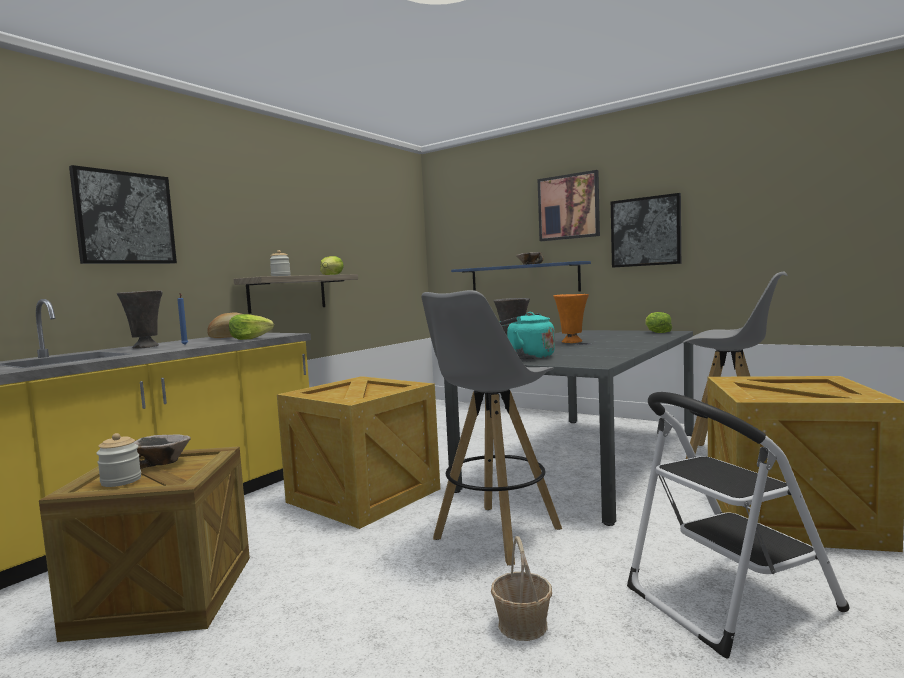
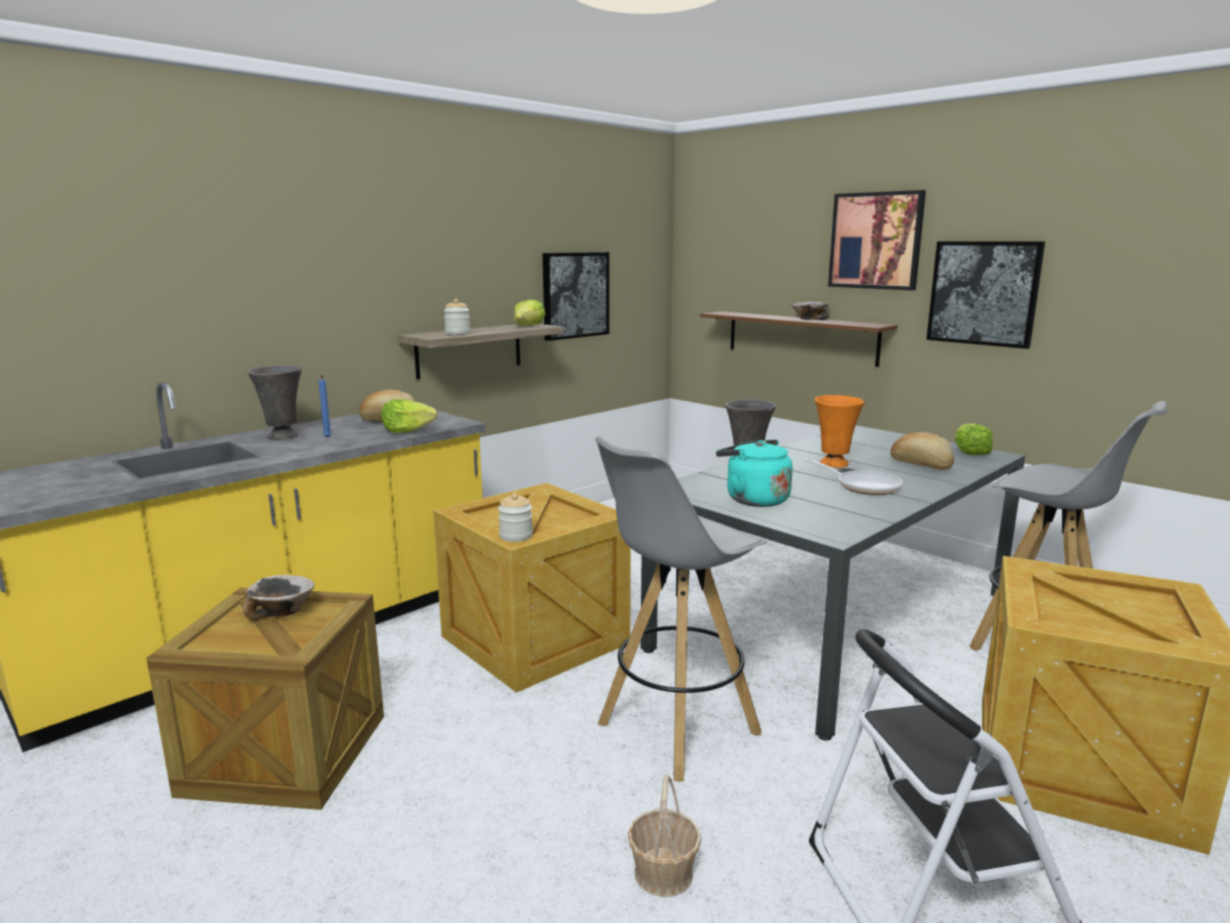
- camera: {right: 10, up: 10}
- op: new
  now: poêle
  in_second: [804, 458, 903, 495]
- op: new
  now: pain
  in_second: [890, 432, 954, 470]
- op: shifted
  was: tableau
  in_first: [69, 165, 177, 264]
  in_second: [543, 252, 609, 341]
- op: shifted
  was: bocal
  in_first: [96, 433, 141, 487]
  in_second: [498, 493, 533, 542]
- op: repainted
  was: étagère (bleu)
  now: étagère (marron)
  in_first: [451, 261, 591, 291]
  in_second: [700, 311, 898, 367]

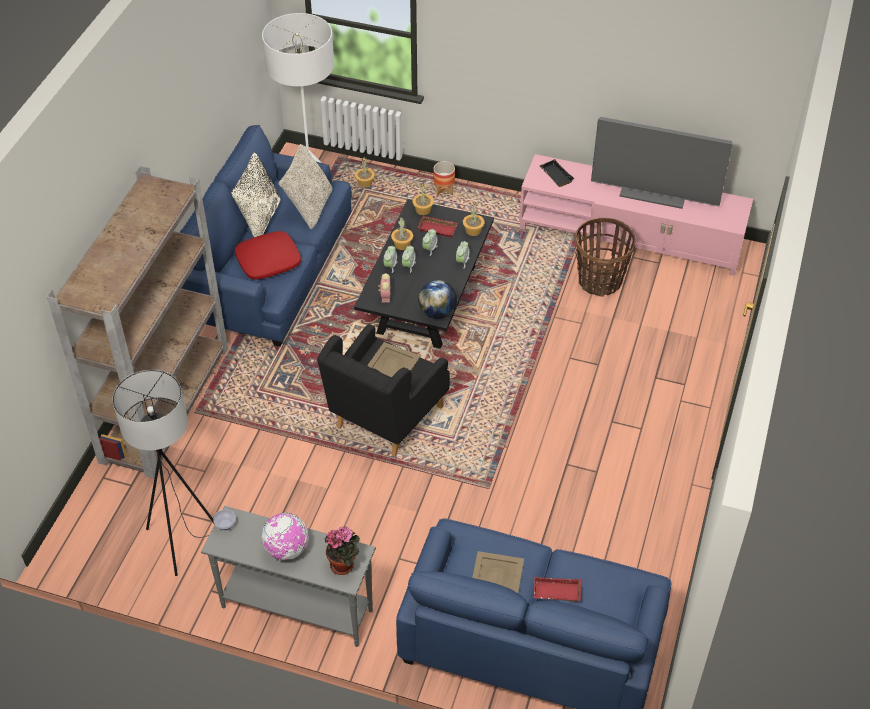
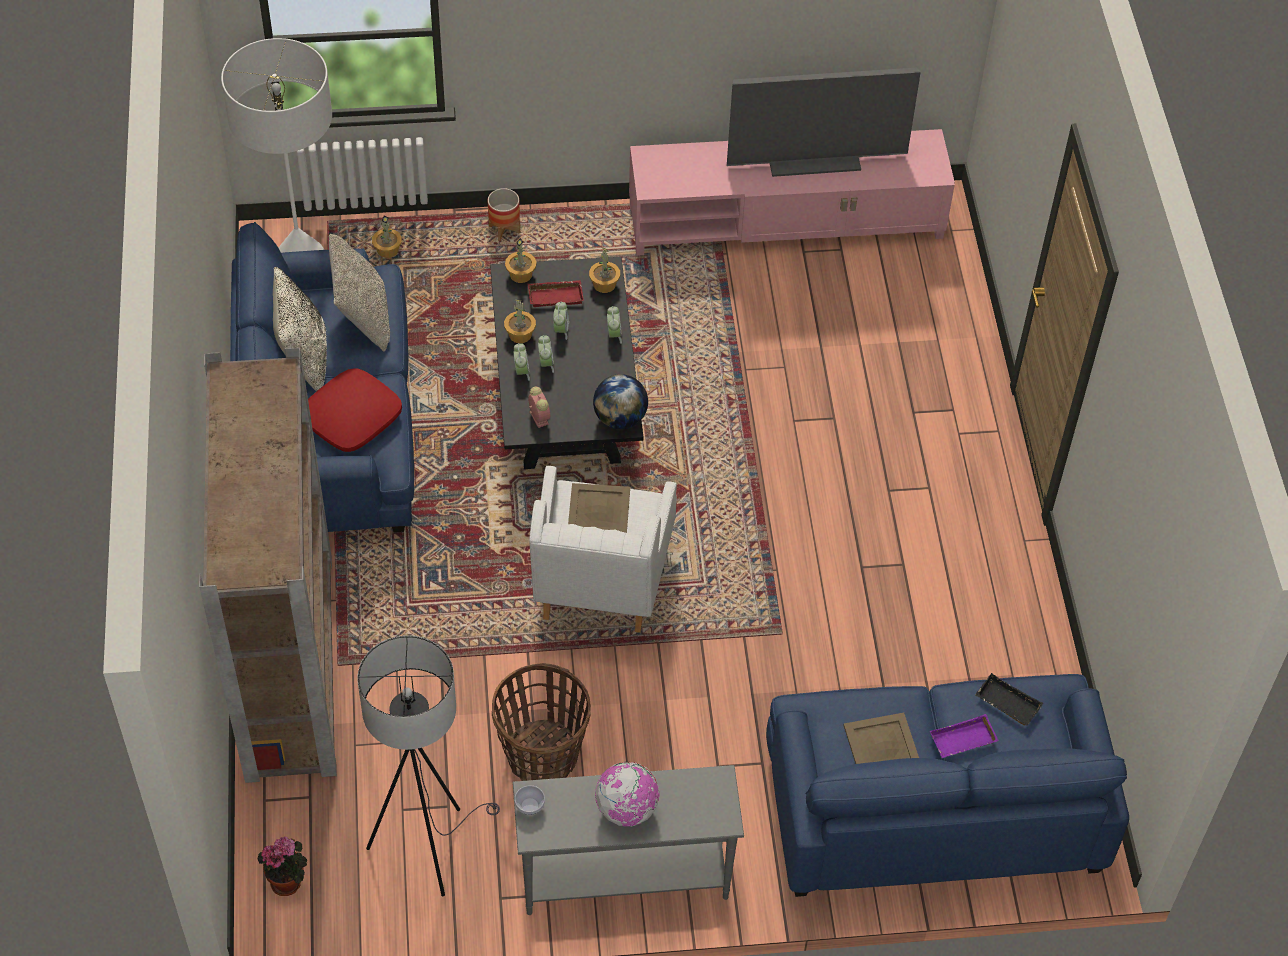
- camera: {right: -25, up: 5}
- op: shifted
  was: plante en pot
  in_first: [325, 527, 360, 575]
  in_second: [257, 837, 307, 896]
- op: shifted
  was: plateau (noir)
  in_first: [540, 159, 575, 187]
  in_second: [975, 673, 1043, 726]
- op: shifted
  was: panier
  in_first: [574, 218, 636, 297]
  in_second: [492, 663, 591, 781]
- op: repainted
  was: fauteuil (noir)
  now: fauteuil (blanc)
  in_first: [317, 324, 450, 456]
  in_second: [529, 466, 677, 633]
- op: repainted
  was: plateau (rouge)
  now: plateau (violet)
  in_first: [534, 577, 581, 602]
  in_second: [930, 714, 999, 758]

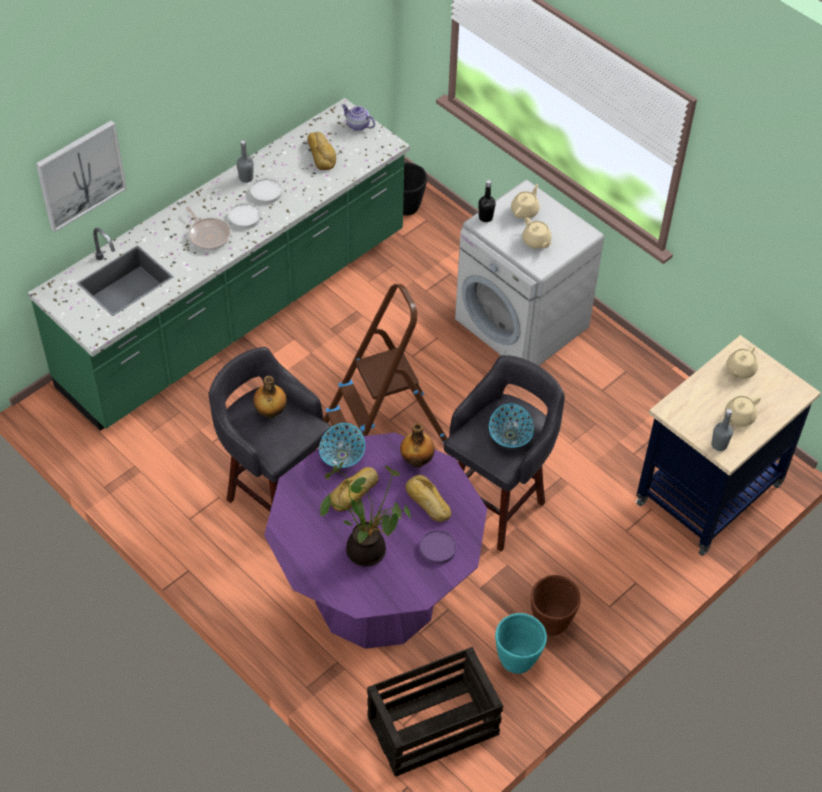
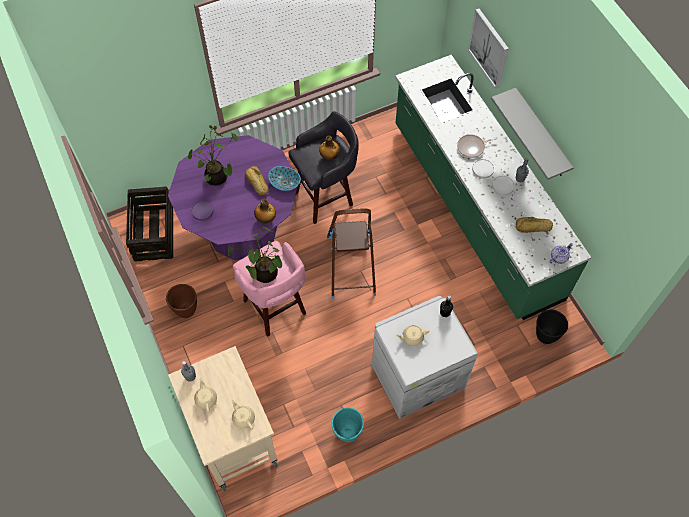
- camera: {right: 110, up: 10}
- op: gone
  was: pain
  in_first: [405, 475, 451, 522]
- op: gone
  was: théière (beige)
  in_first: [511, 184, 540, 218]
- op: new
  now: étagère (gris)
  in_second: [491, 88, 573, 180]
- op: shifted
  was: cache-pot (turquoise)
  in_first: [495, 613, 547, 674]
  in_second: [332, 407, 364, 442]
- op: swapped
  was: bol
  now: plante en pot
  in_first: [489, 403, 534, 448]
  in_second: [228, 226, 282, 283]
- op: repainted
  was: tabouret (gris)
  now: tabouret (rose)
  in_first: [444, 355, 565, 551]
  in_second: [233, 241, 306, 337]
- op: repainted
  was: chariot (bleu)
  now: chariot (beige)
  in_first: [636, 335, 821, 556]
  in_second: [168, 346, 278, 491]

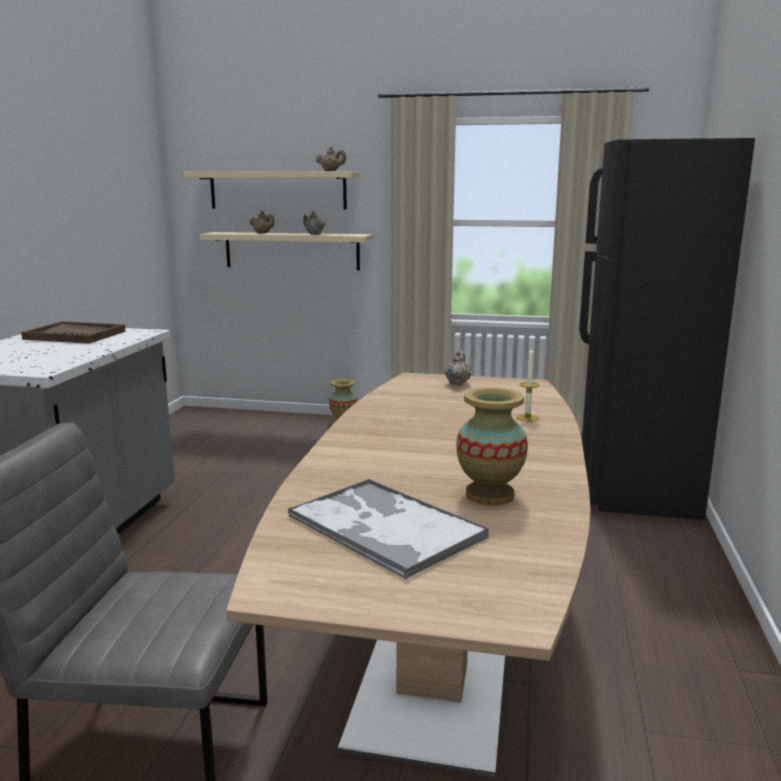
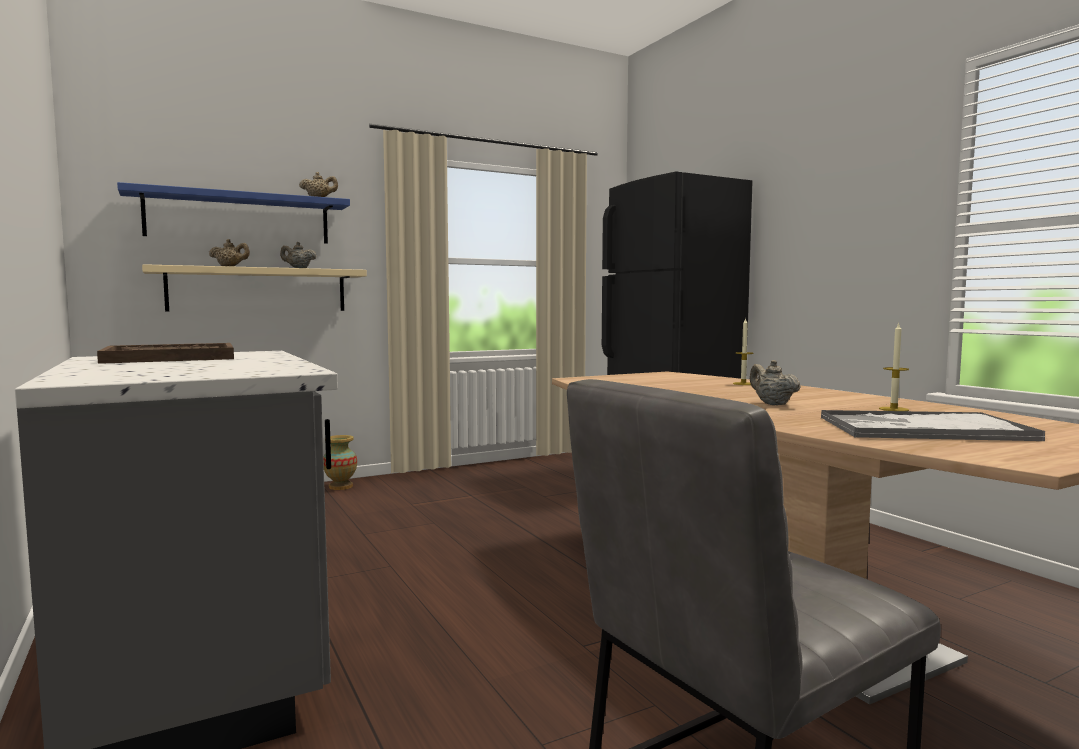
- camera: {right: -40, up: -10}
- op: shifted
  was: théière (beige)
  in_first: [445, 351, 471, 385]
  in_second: [750, 360, 801, 405]
- op: swapped
  was: vase
  now: bougie
  in_first: [457, 387, 528, 506]
  in_second: [879, 322, 909, 411]
- op: repainted
  was: étagère (beige)
  now: étagère (bleu)
  in_first: [183, 171, 359, 210]
  in_second: [117, 182, 350, 244]

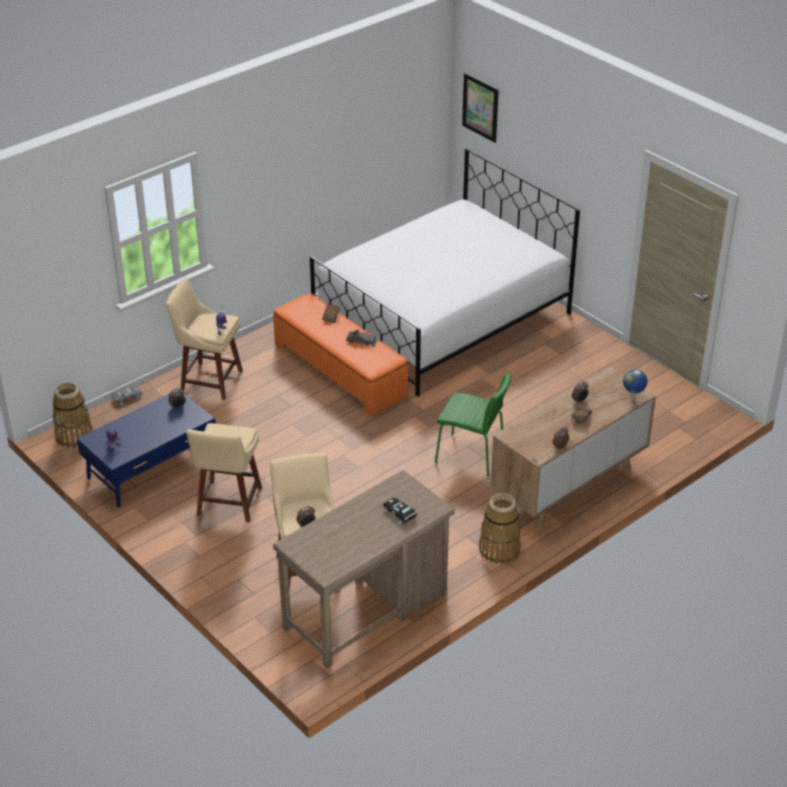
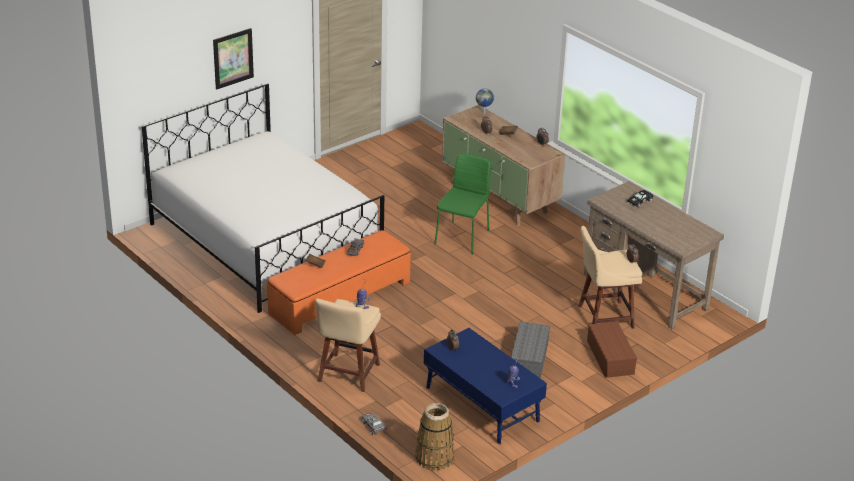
- camera: {right: -90, up: -5}
- op: gone
  was: panier
  in_first: [479, 493, 521, 564]
- op: new
  now: boîte de rangement (marron)
  in_second: [587, 321, 637, 378]
- op: shifted
  was: tableau
  in_first: [462, 73, 499, 143]
  in_second: [213, 28, 254, 89]
- op: swapped
  was: tabouret (beige)
  now: boîte de rangement (gris)
  in_first: [186, 423, 262, 522]
  in_second: [511, 322, 550, 379]

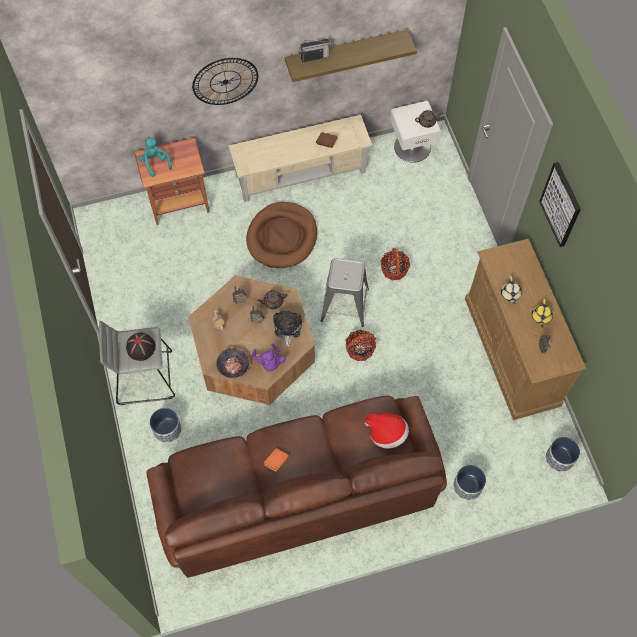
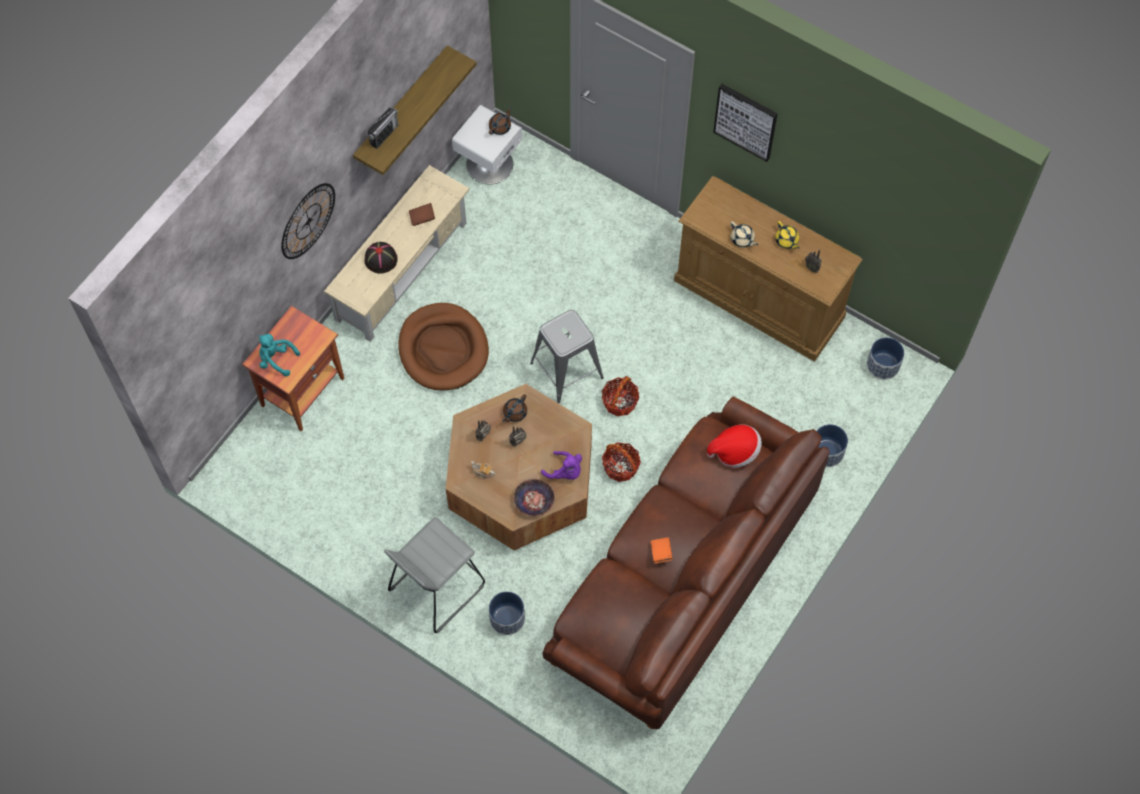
- camera: {right: -40, up: 0}
- op: gone
  was: peluche
  in_first: [273, 310, 302, 347]
- op: shifted
  was: chapeau (noir)
  in_first: [126, 333, 156, 361]
  in_second: [364, 242, 398, 274]
- op: shifted
  was: panier
  in_first: [381, 248, 410, 281]
  in_second: [602, 442, 641, 482]

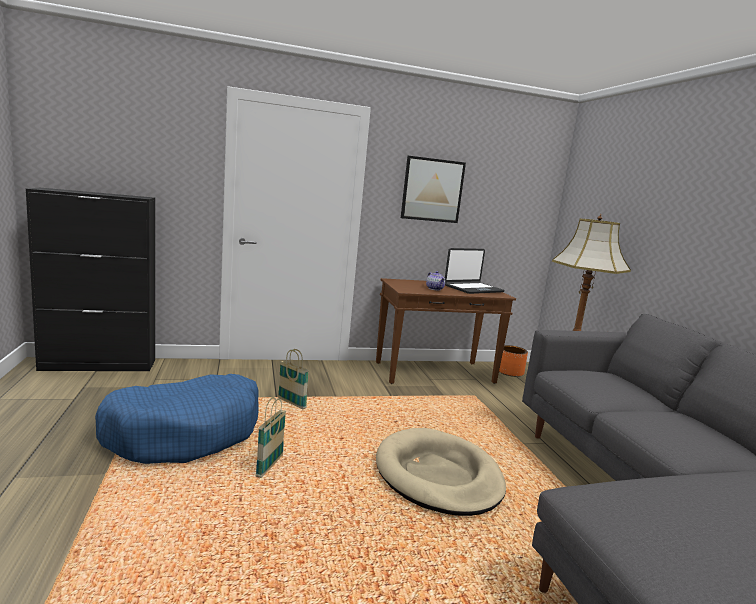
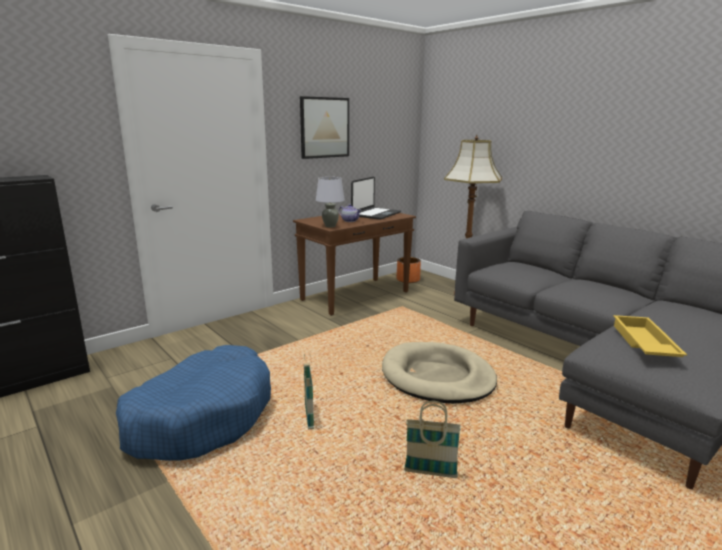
- camera: {right: -25, up: 5}
- op: new
  now: lampe de table (gris)
  in_second: [316, 177, 345, 227]
- op: new
  now: plateau (jaune)
  in_second: [613, 315, 687, 357]
- op: shifted
  was: panier
  in_first: [278, 349, 309, 409]
  in_second: [404, 401, 461, 478]

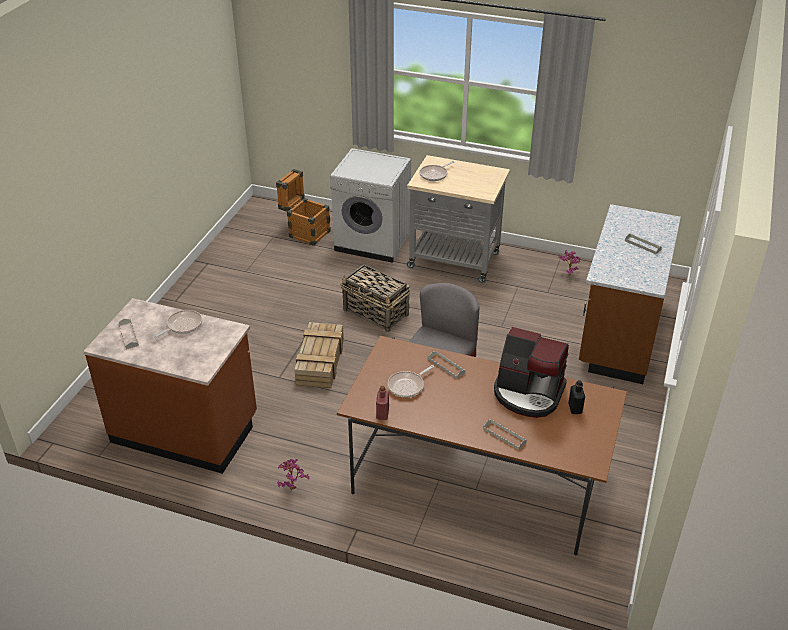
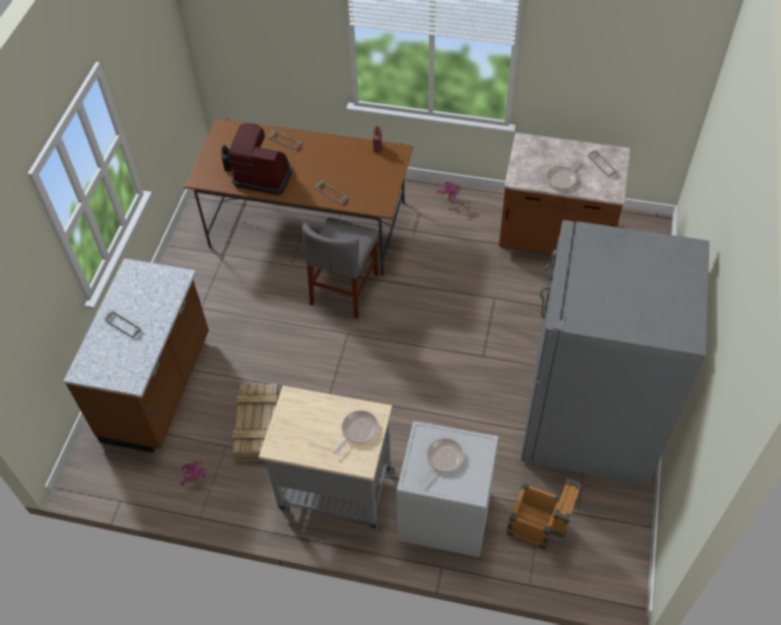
- camera: {right: 175, up: 15}
- op: gone
  was: panier
  in_first: [340, 264, 410, 332]
- op: new
  now: réfrigérateur (gris)
  in_second: [521, 220, 710, 485]
- op: shifted
  was: caisse
  in_first: [294, 322, 344, 388]
  in_second: [232, 384, 279, 462]
- op: shifted
  was: poêle
  in_first: [387, 365, 434, 398]
  in_second: [419, 438, 464, 482]

